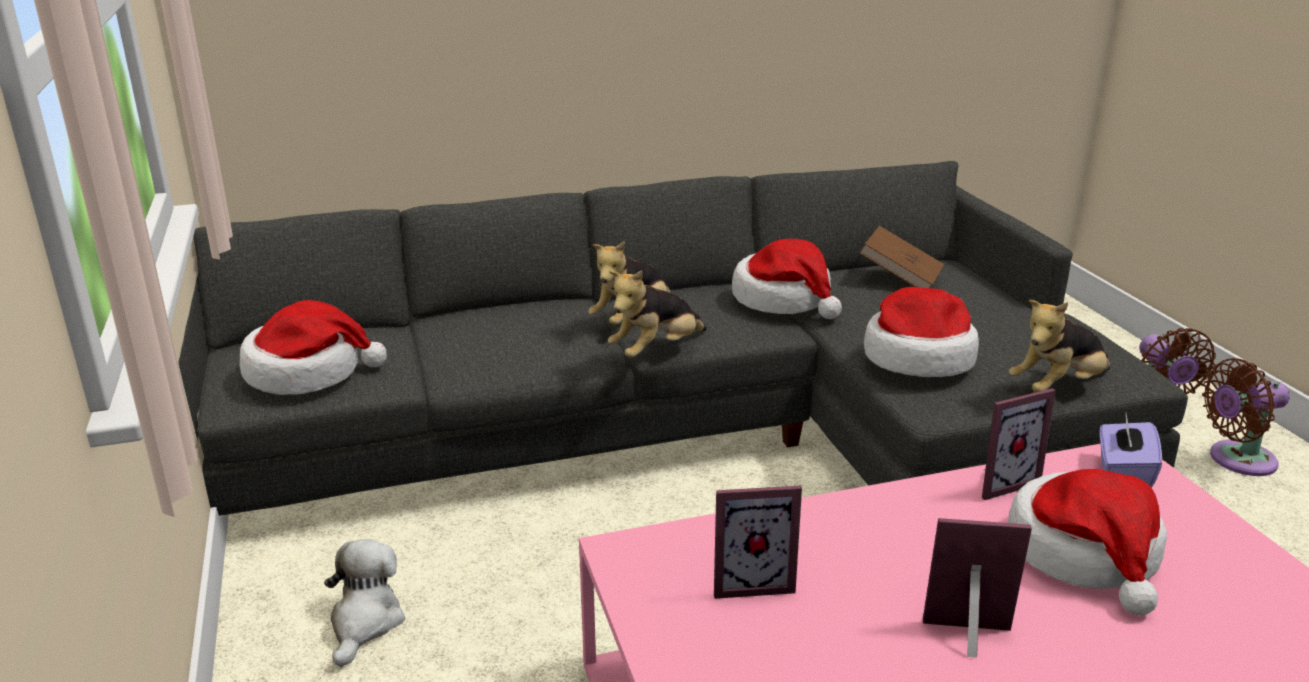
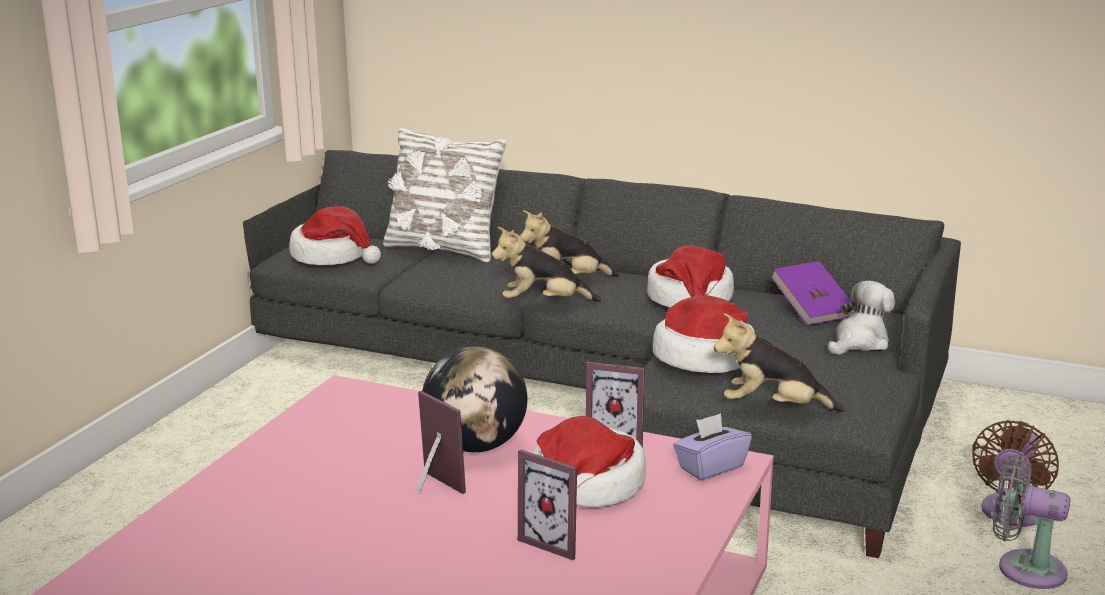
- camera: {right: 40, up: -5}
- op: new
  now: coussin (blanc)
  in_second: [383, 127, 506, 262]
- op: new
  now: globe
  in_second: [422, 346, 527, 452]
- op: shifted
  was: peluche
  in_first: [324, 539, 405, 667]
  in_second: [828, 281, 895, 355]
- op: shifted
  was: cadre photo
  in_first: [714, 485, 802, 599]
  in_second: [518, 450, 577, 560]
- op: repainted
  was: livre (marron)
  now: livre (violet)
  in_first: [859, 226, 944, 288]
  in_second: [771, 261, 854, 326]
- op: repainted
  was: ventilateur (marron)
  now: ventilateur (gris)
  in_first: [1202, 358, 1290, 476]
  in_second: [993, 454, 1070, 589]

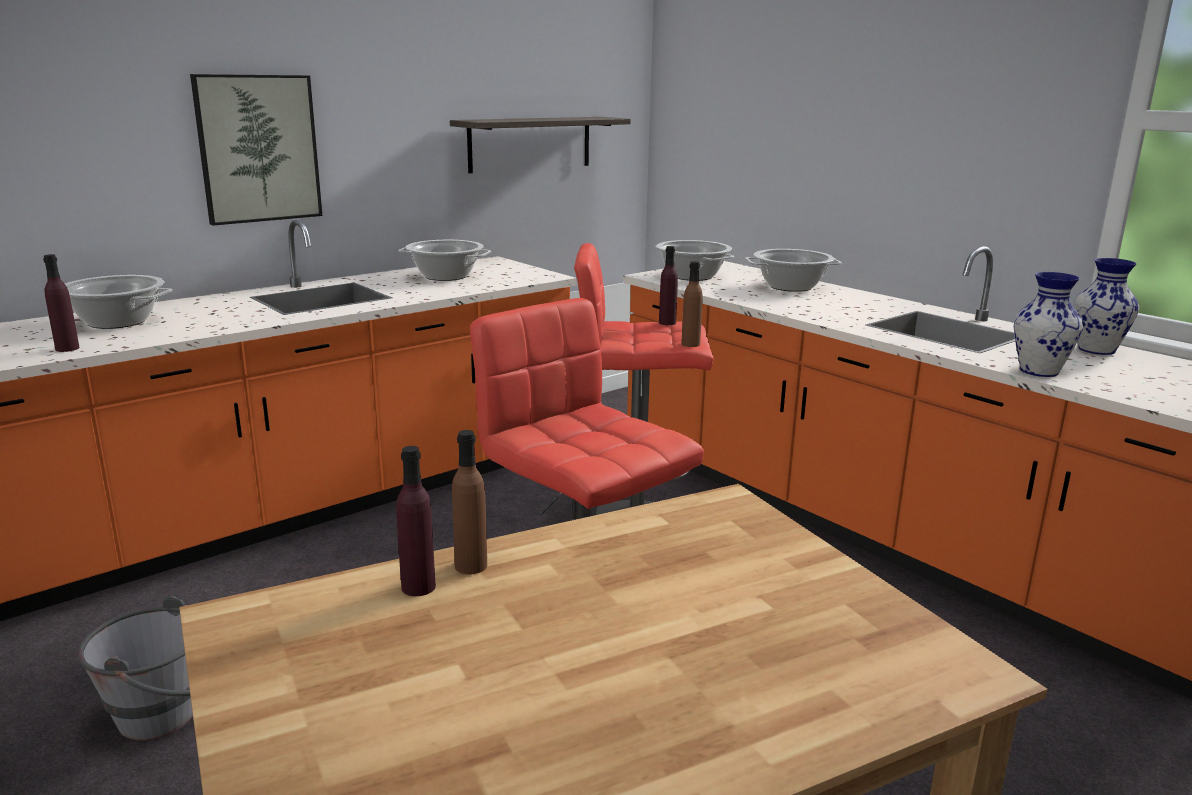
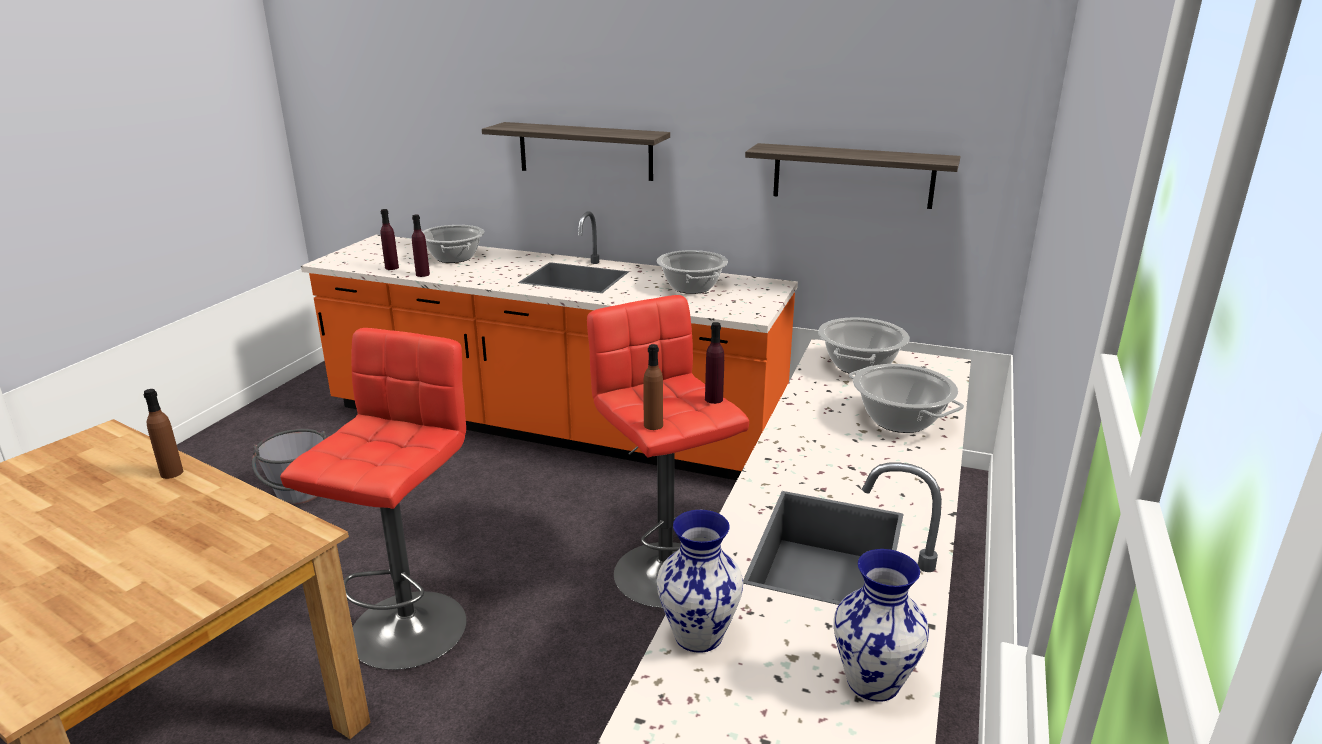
- camera: {right: 60, up: 5}
- op: shifted
  was: bouteille (violet)
  in_first: [396, 446, 436, 596]
  in_second: [412, 215, 430, 277]
- op: swapped
  was: tableau
  now: étagère
  in_first: [190, 74, 322, 226]
  in_second: [482, 122, 670, 181]

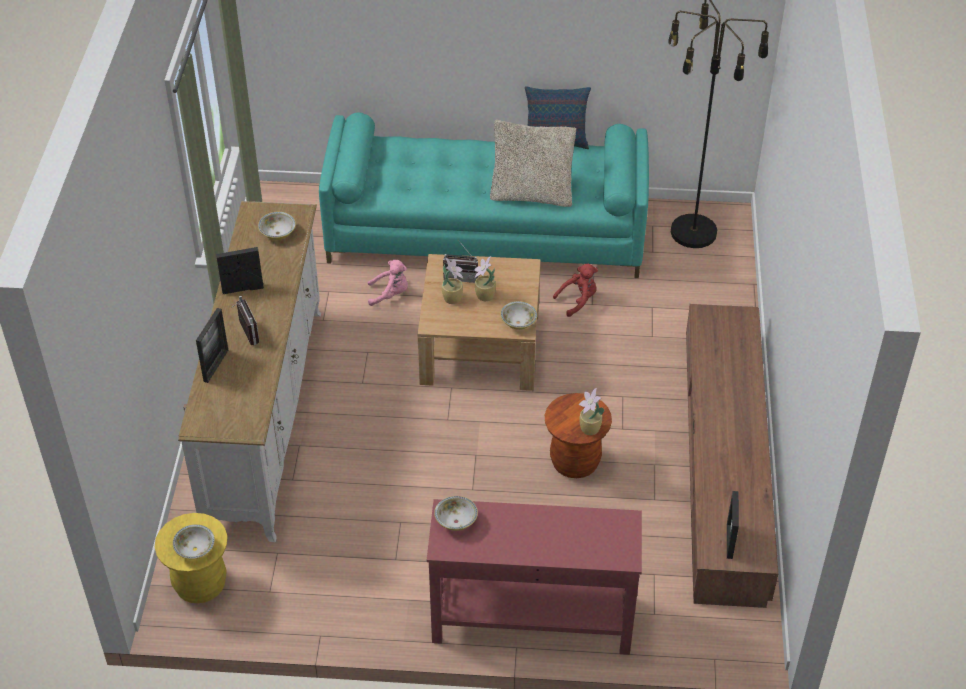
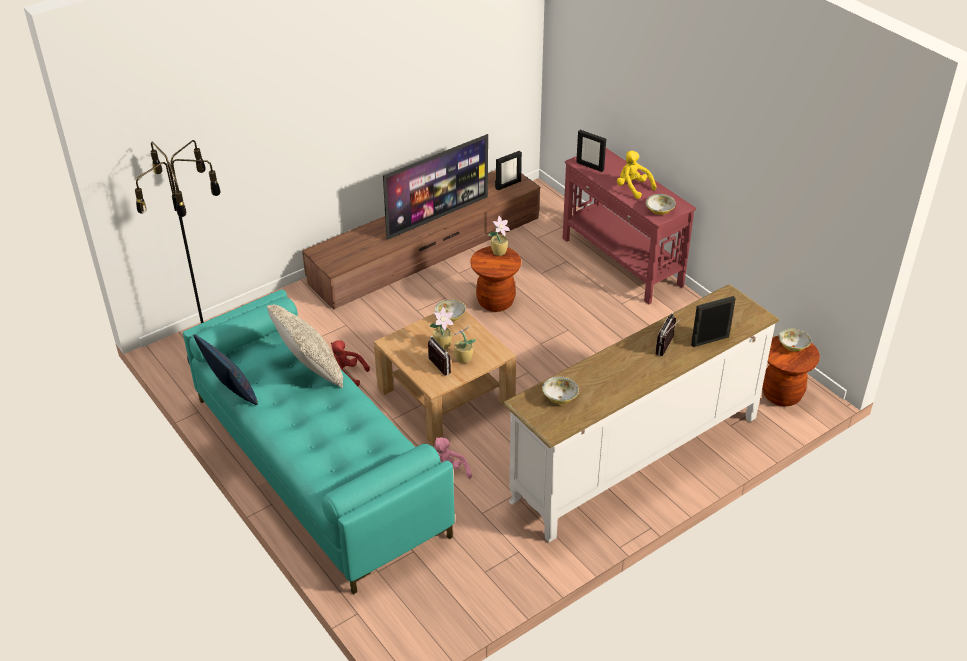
- camera: {right: -130, up: -5}
- op: new
  now: téléviseur
  in_second: [383, 134, 488, 240]
- op: new
  now: peluche (jaune)
  in_second: [617, 151, 656, 199]
- op: shifted
  was: cadre photo
  in_first: [216, 247, 264, 294]
  in_second: [576, 130, 606, 172]
- op: repainted
  was: tabouret (jaune)
  now: tabouret (marron)
  in_first: [155, 513, 227, 603]
  in_second: [763, 335, 820, 407]

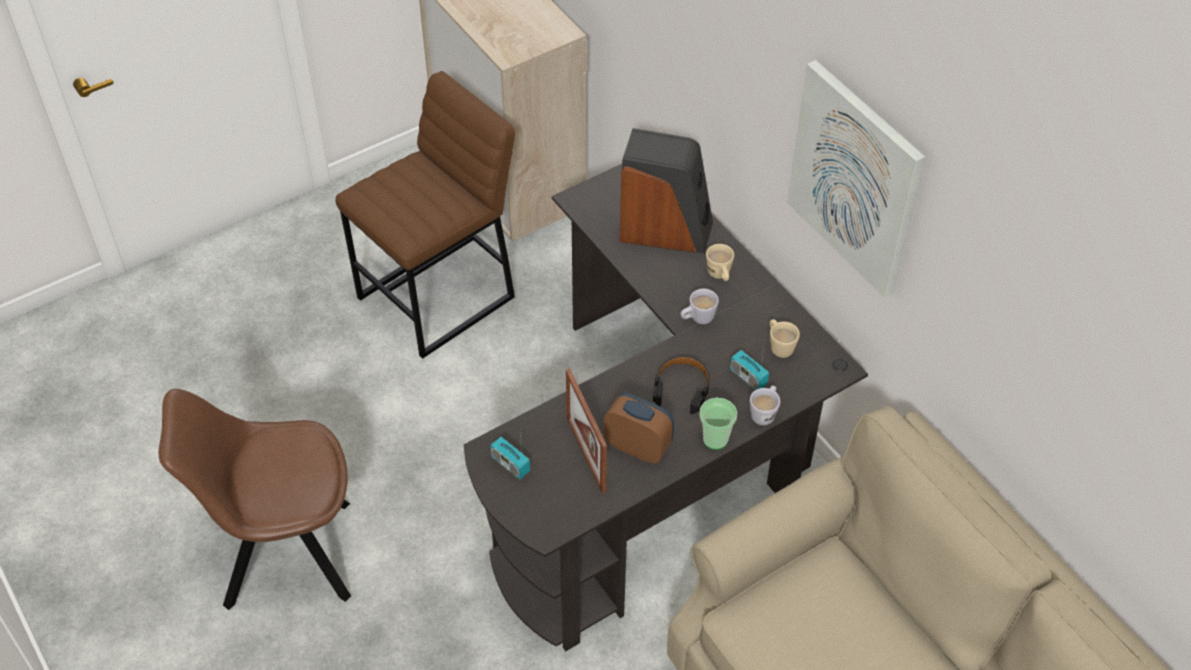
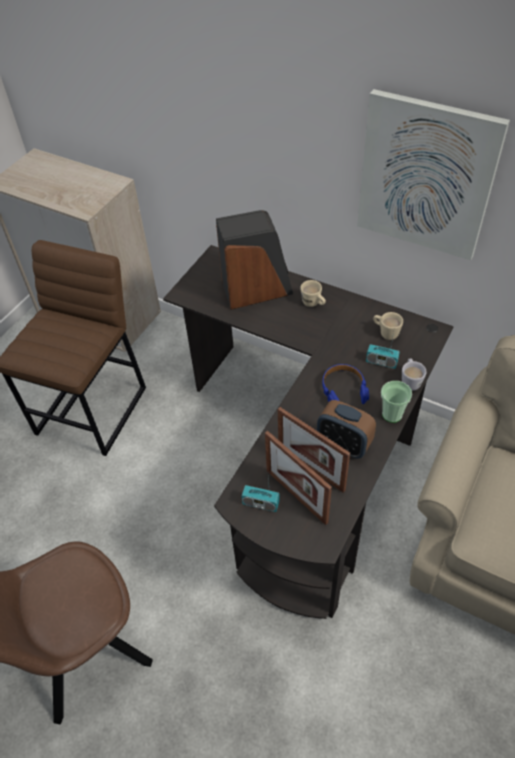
- camera: {right: -25, up: 0}
- op: gone
  was: mug (blanc)
  in_first: [680, 289, 719, 324]
- op: new
  now: cadre photo
  in_second: [265, 431, 332, 525]
- op: repainted
  was: casque audio (noir)
  now: casque audio (bleu)
  in_first: [653, 356, 710, 414]
  in_second: [322, 364, 369, 404]
- op: rotated
  was: réveil
  in_first: [604, 393, 674, 463]
  in_second: [317, 400, 376, 459]
  clockwise: -150

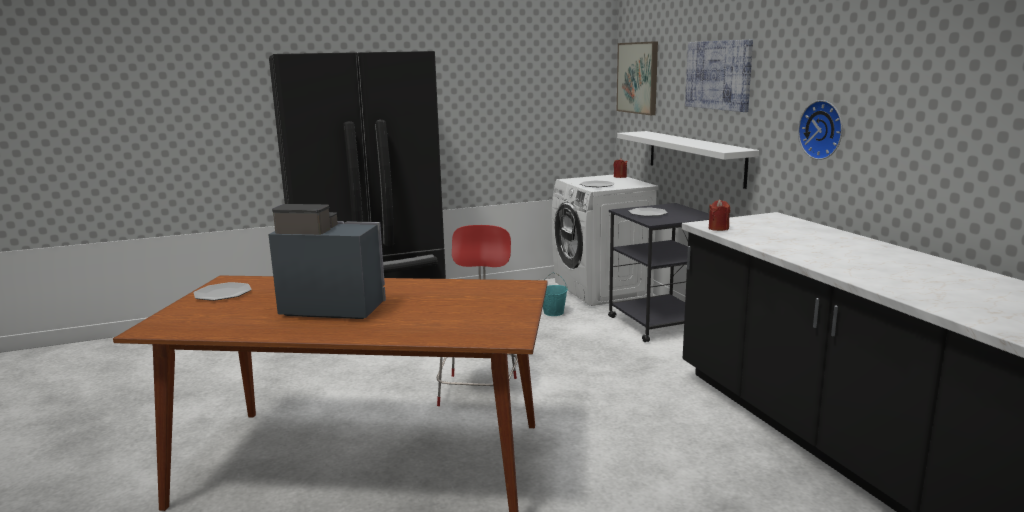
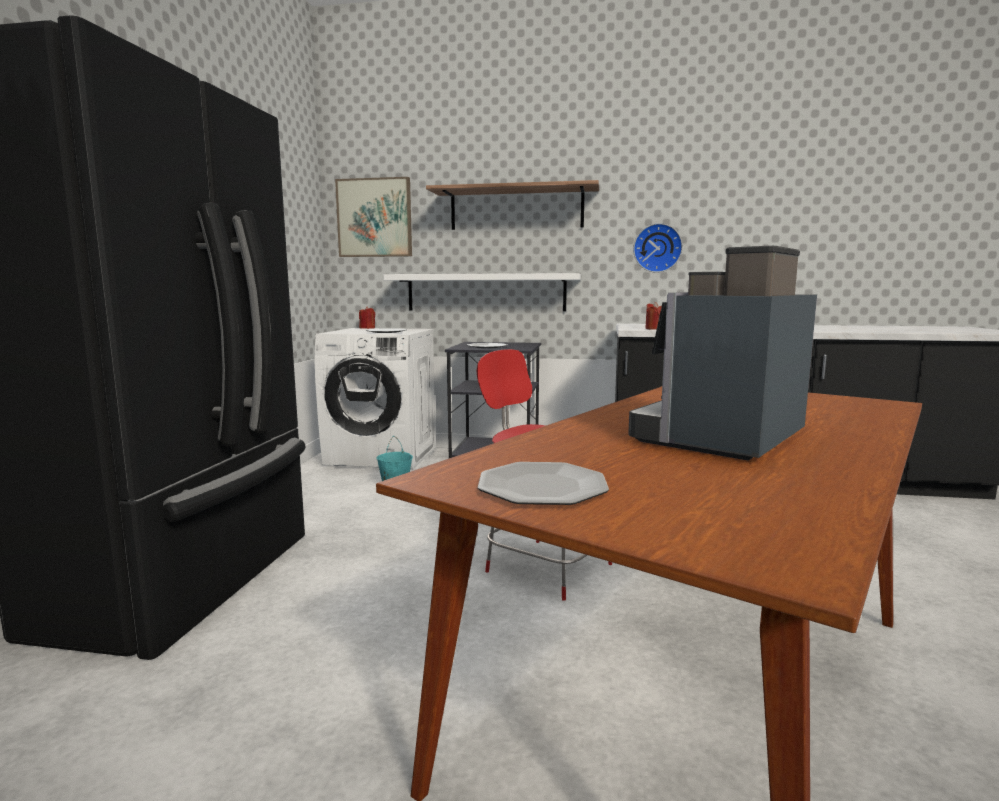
- camera: {right: -60, up: -5}
- op: swapped
  was: tableau
  now: étagère
  in_first: [685, 40, 753, 112]
  in_second: [426, 180, 599, 230]

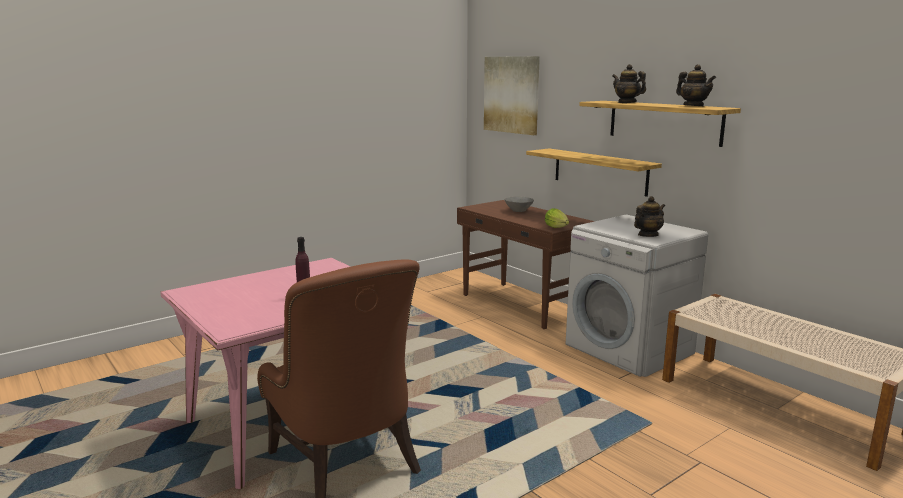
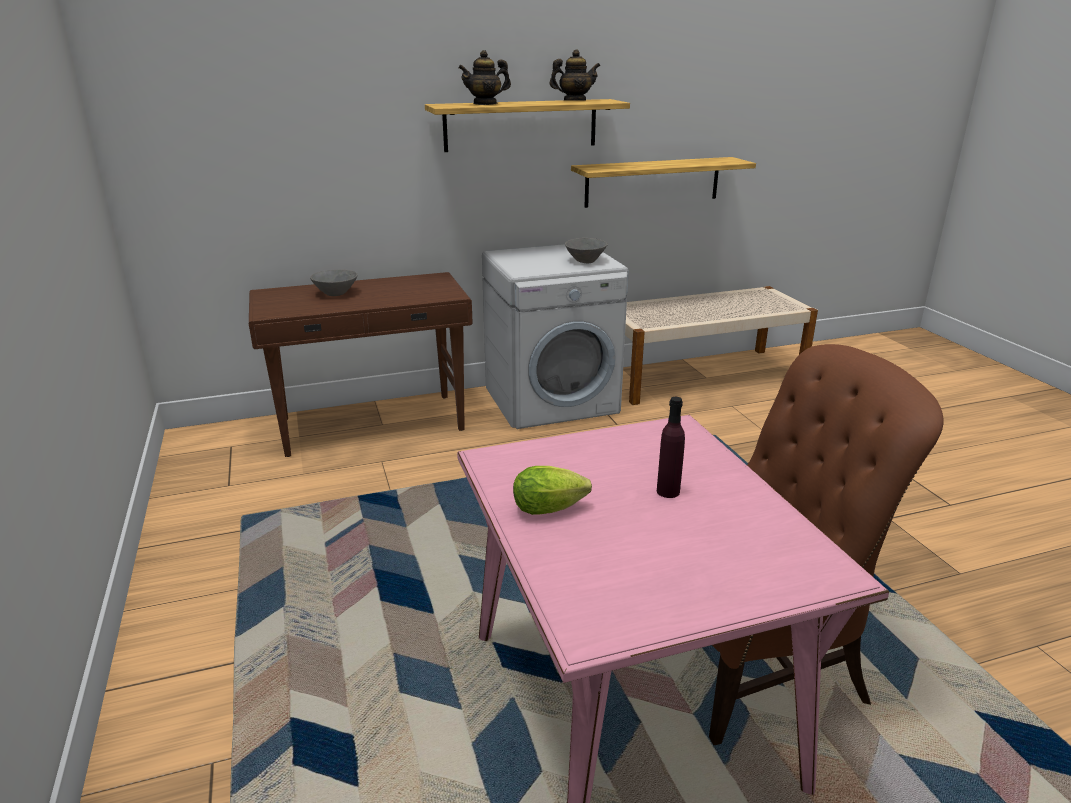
- camera: {right: -70, up: 10}
- op: gone
  was: tableau
  in_first: [484, 56, 540, 135]
- op: shifted
  was: étagère
  in_first: [526, 148, 662, 197]
  in_second: [571, 157, 756, 208]
- op: shifted
  was: laitue
  in_first: [545, 208, 569, 228]
  in_second: [513, 466, 592, 515]
- op: swapped
  was: théière
  now: bol (gris)
  in_first: [634, 196, 665, 237]
  in_second: [565, 238, 608, 263]

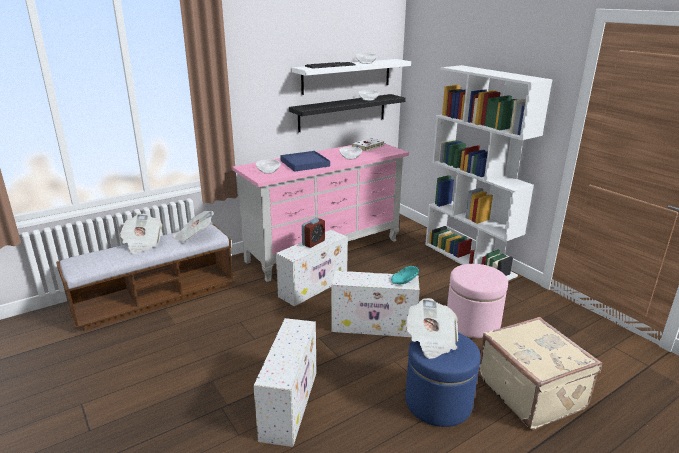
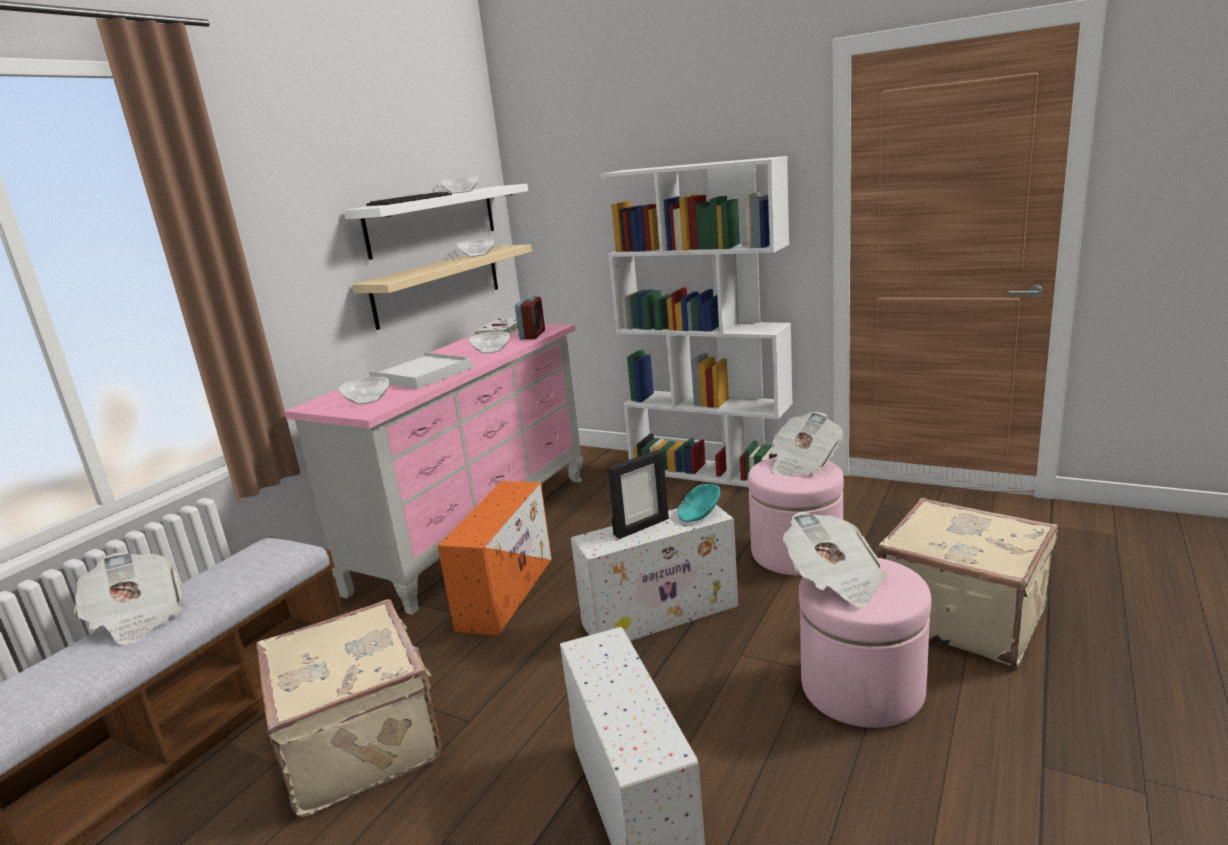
- camera: {right: -25, up: -5}
- op: new
  now: valise (beige)
  in_second: [256, 599, 442, 817]
- op: new
  now: cadre photo
  in_second: [608, 450, 669, 539]
- op: shifted
  was: journal
  in_first: [173, 211, 214, 243]
  in_second: [770, 412, 843, 476]
- op: shifted
  was: réveil
  in_first: [302, 218, 325, 248]
  in_second: [515, 295, 545, 340]
- op: repainted
  was: boîte de rangement (blanc)
  now: boîte de rangement (orange)
  in_first: [276, 230, 348, 306]
  in_second: [437, 481, 552, 636]
- op: repainted
  was: plateau (bleu)
  now: plateau (blanc)
  in_first: [280, 151, 330, 172]
  in_second: [369, 352, 472, 389]
- op: repainted
  was: étagère (noir)
  now: étagère (beige)
  in_first: [289, 94, 406, 132]
  in_second: [352, 244, 532, 330]
- op: repainted
  was: pouf (bleu)
  now: pouf (rose)
  in_first: [405, 333, 481, 427]
  in_second: [799, 558, 931, 728]

